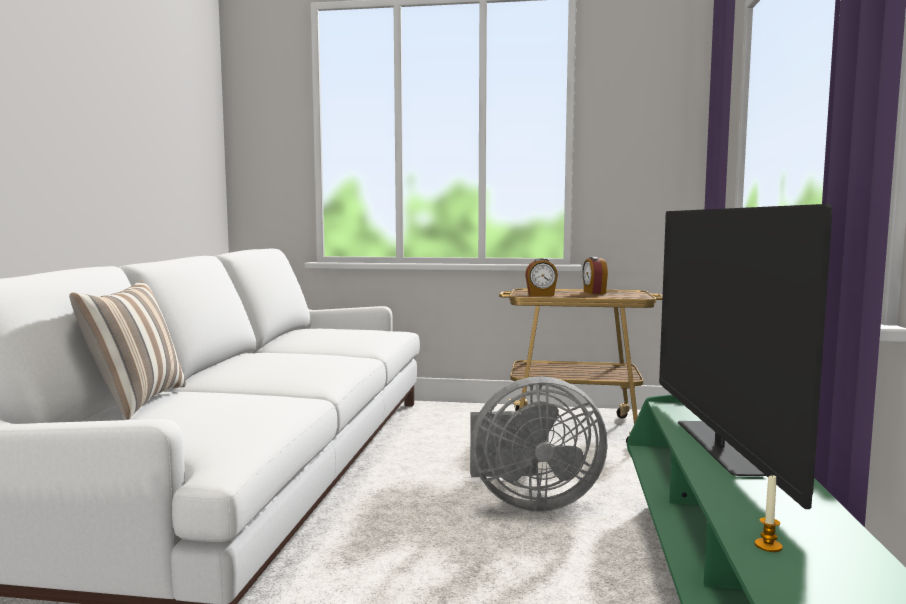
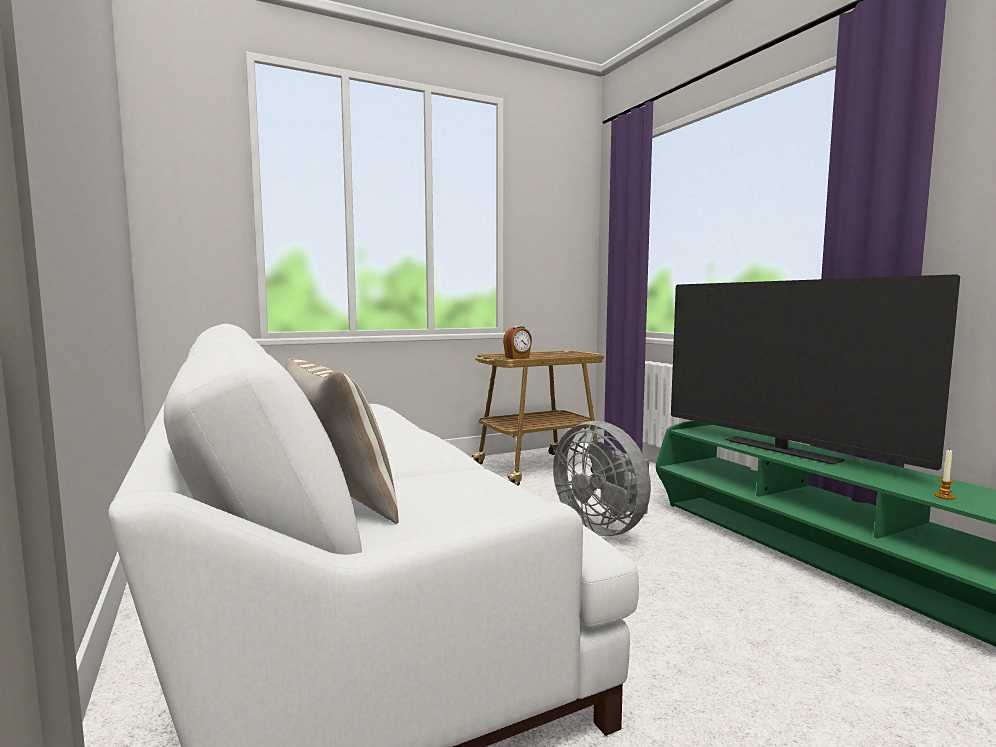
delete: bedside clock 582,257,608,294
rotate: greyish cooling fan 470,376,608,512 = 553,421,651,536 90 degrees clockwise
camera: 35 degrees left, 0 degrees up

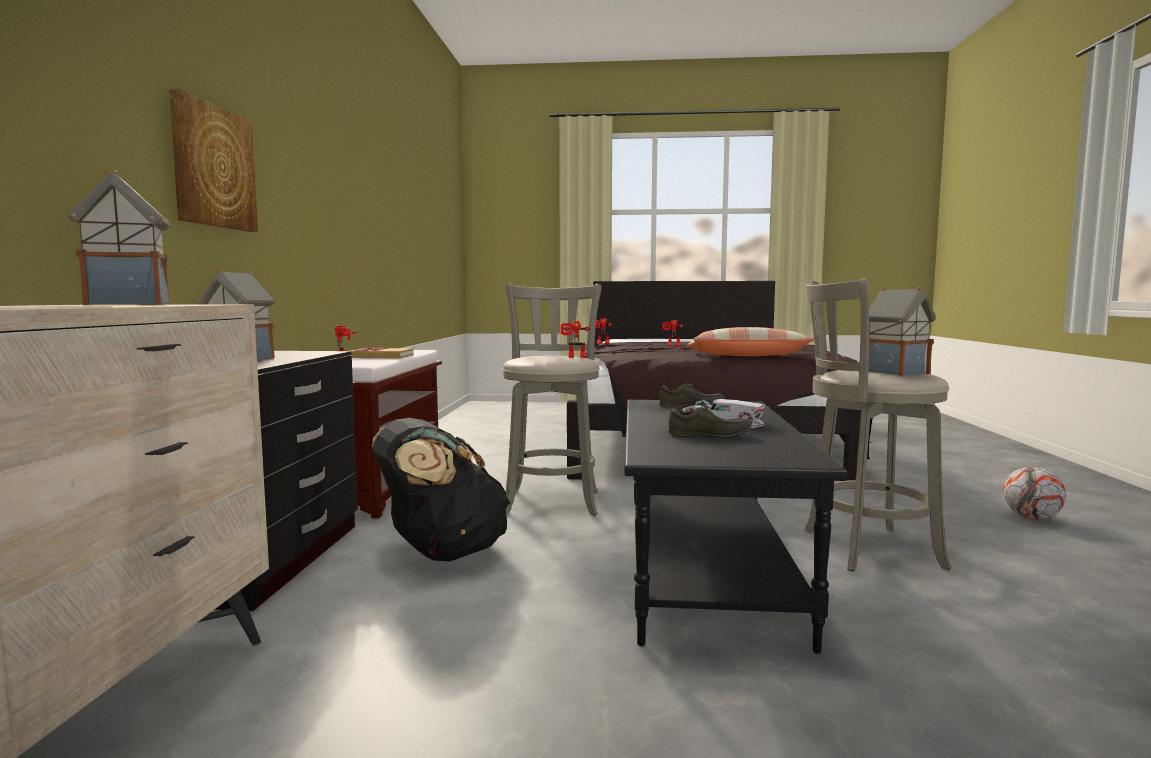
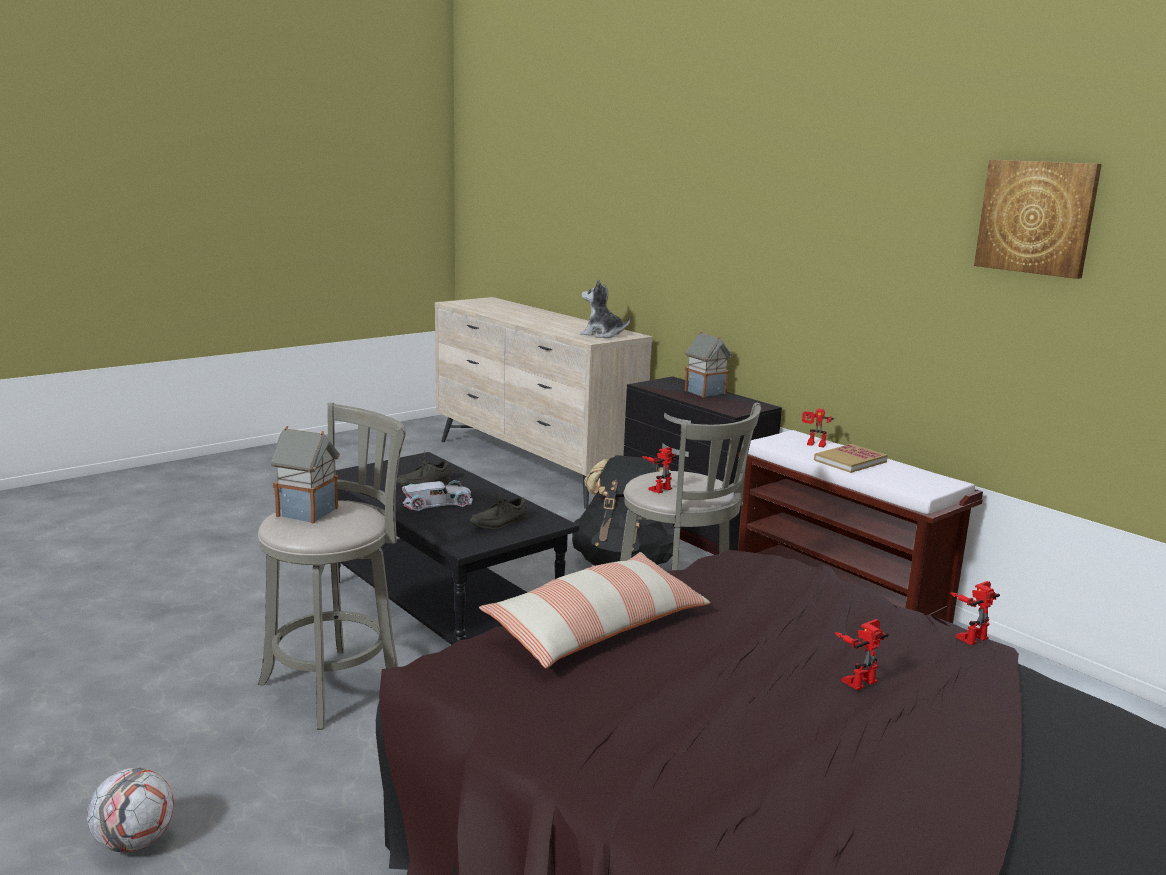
move: wall picture 169,89,258,232 to 974,160,1102,279
replace: miniature house 67,169,171,305 to cuddly toy 580,279,631,338
camera: 135 degrees right, 10 degrees up

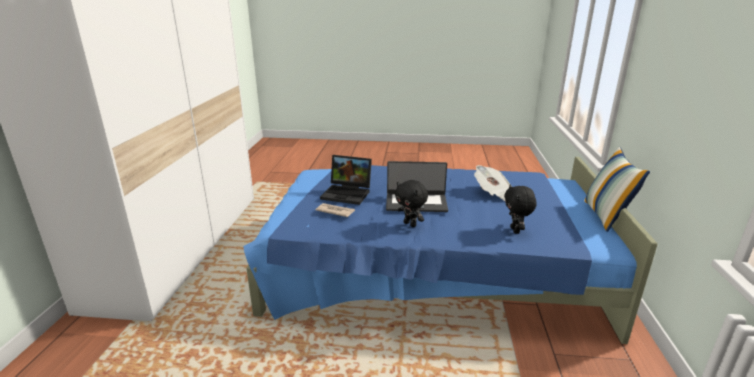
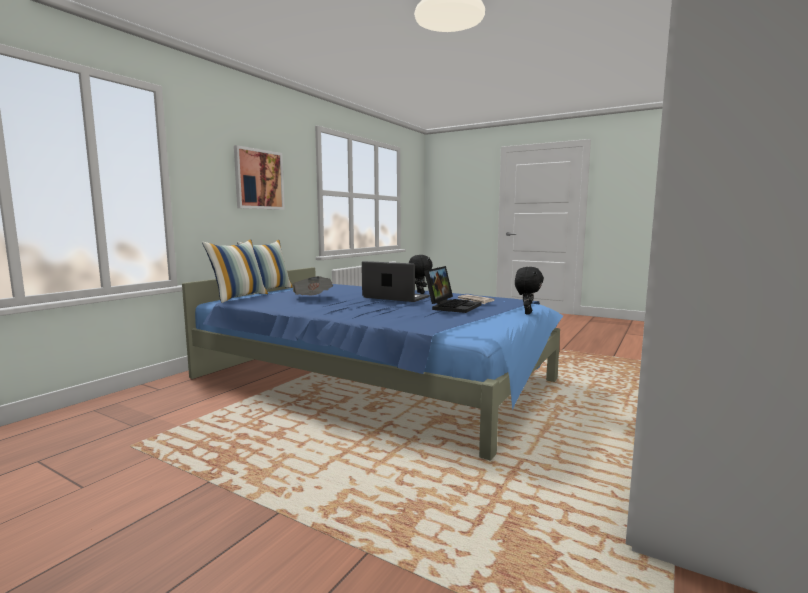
insert: cushion 202,239,268,303; wall picture 234,145,285,210
move: black-coloured cuddly toy 504,185,537,234 to 515,267,544,315
rotate: notebook computer 320,155,372,205 = 424,266,482,313 75 degrees clockwise
camera: 155 degrees left, 15 degrees down

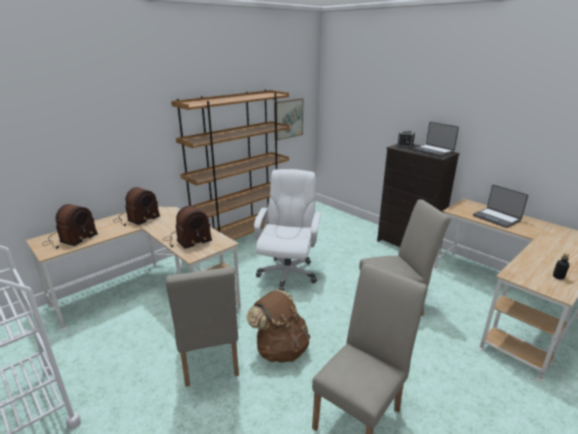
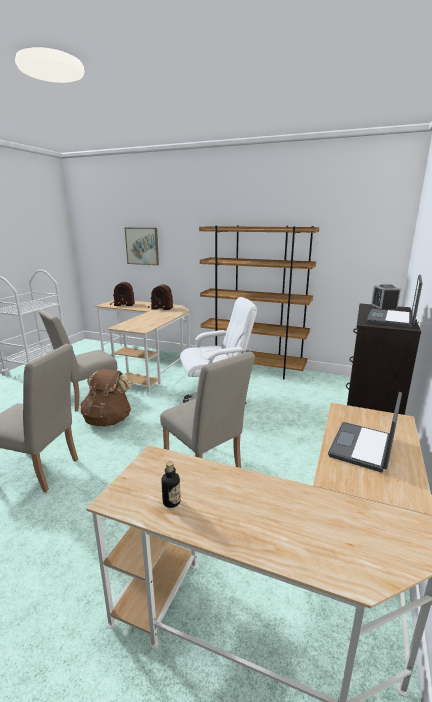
delete: radio set 163,205,212,249
move: wall picture 274,98,303,140 to 125,228,159,265
camera: 65 degrees right, 5 degrees down

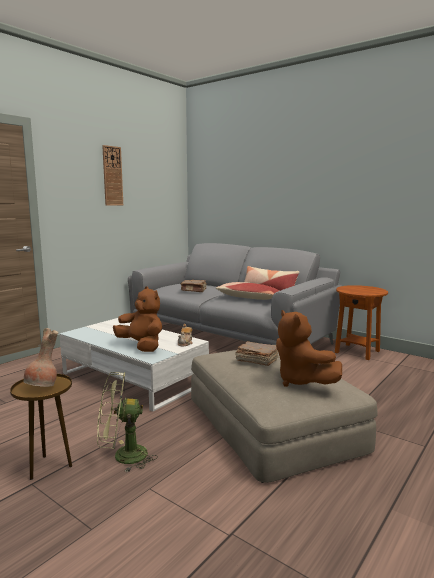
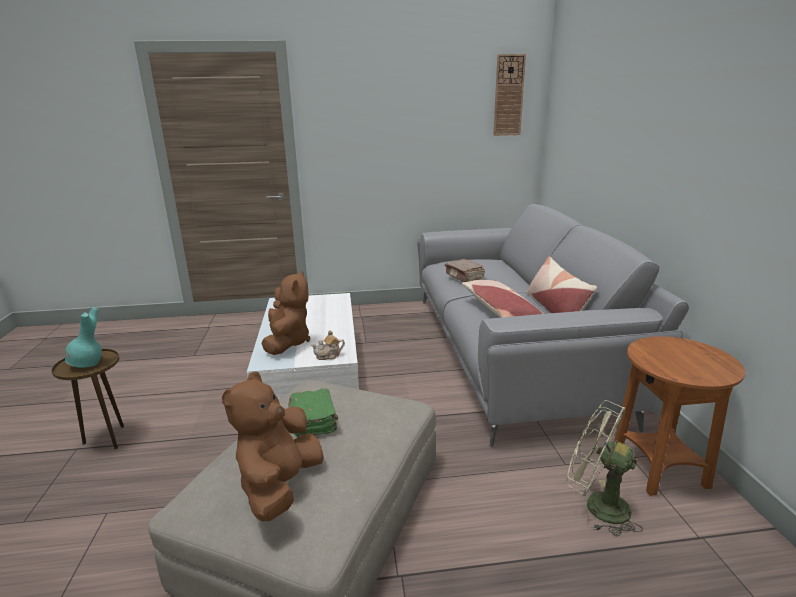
move: green cooling fan 97,372,158,473 to 567,400,643,536; clock on the wall 102,145,123,206 to 493,54,526,136
recolor: brown flower vase 23,328,58,387 to turquoise flower vase 65,307,102,367; brown bound book 236,341,278,366 to green bound book 288,388,338,438
camera: 45 degrees right, 10 degrees up

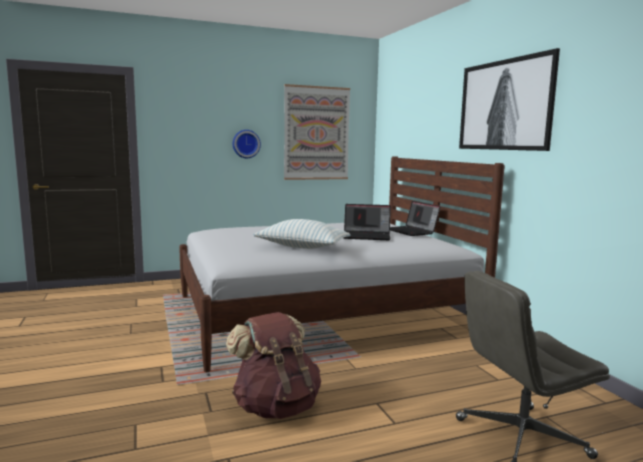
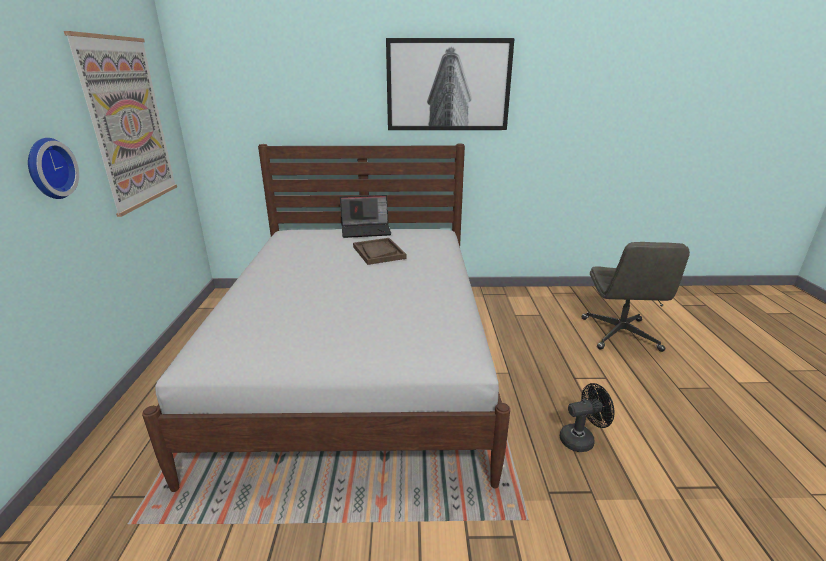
delete: cushion 253,219,351,249
replace: brown backpack 226,312,321,419 to black-coloured cooling fan 560,383,614,452; notebook computer 343,204,391,240 to brown serving tray 353,238,406,265
camera: 70 degrees left, 15 degrees up

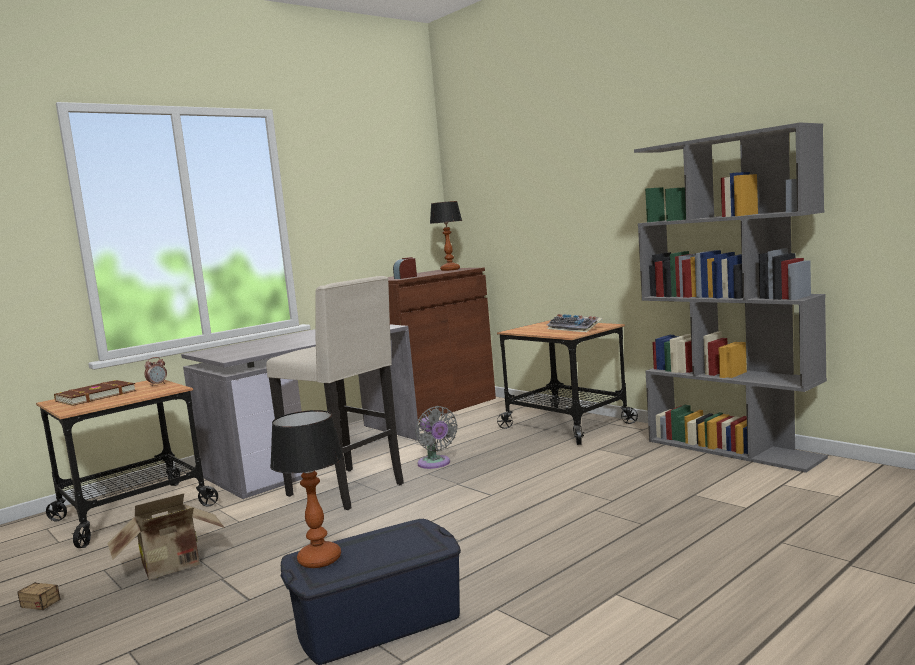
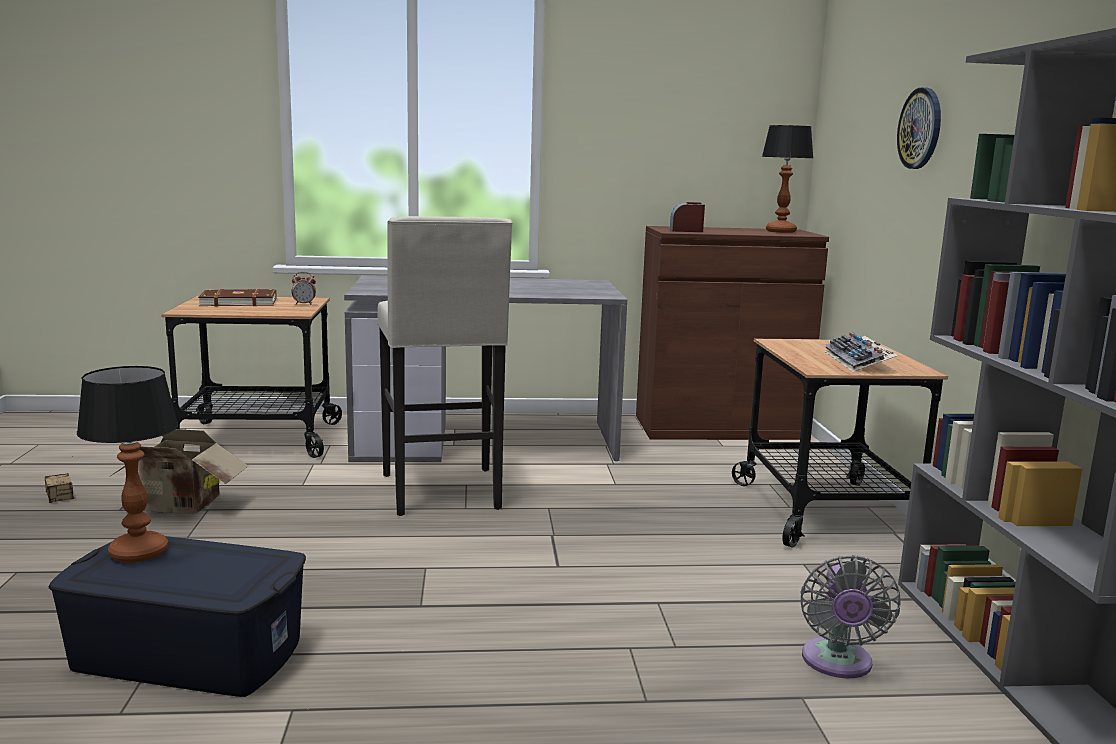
insert: clock on the wall 897,87,941,169
move: greyish cooling fan 415,406,457,469 to 800,555,901,678
camera: 35 degrees right, 5 degrees up

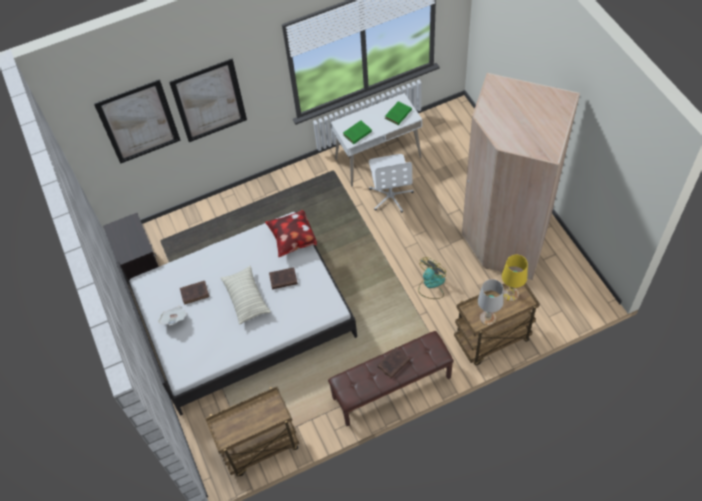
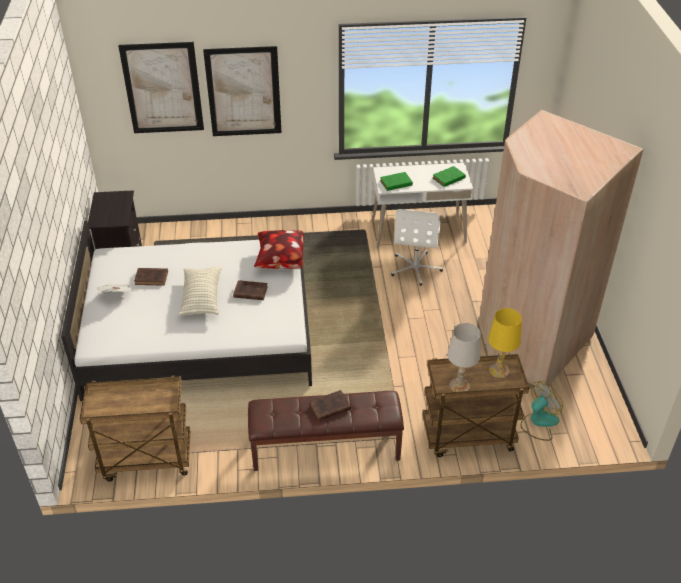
move: cooling fan 418,257,446,299 to 520,381,563,441
camera: 15 degrees right, 15 degrees down

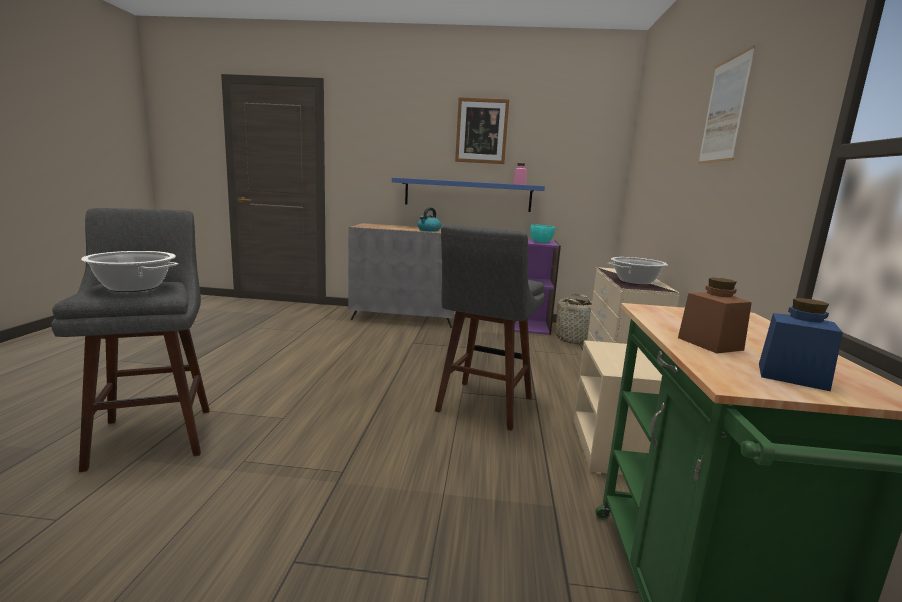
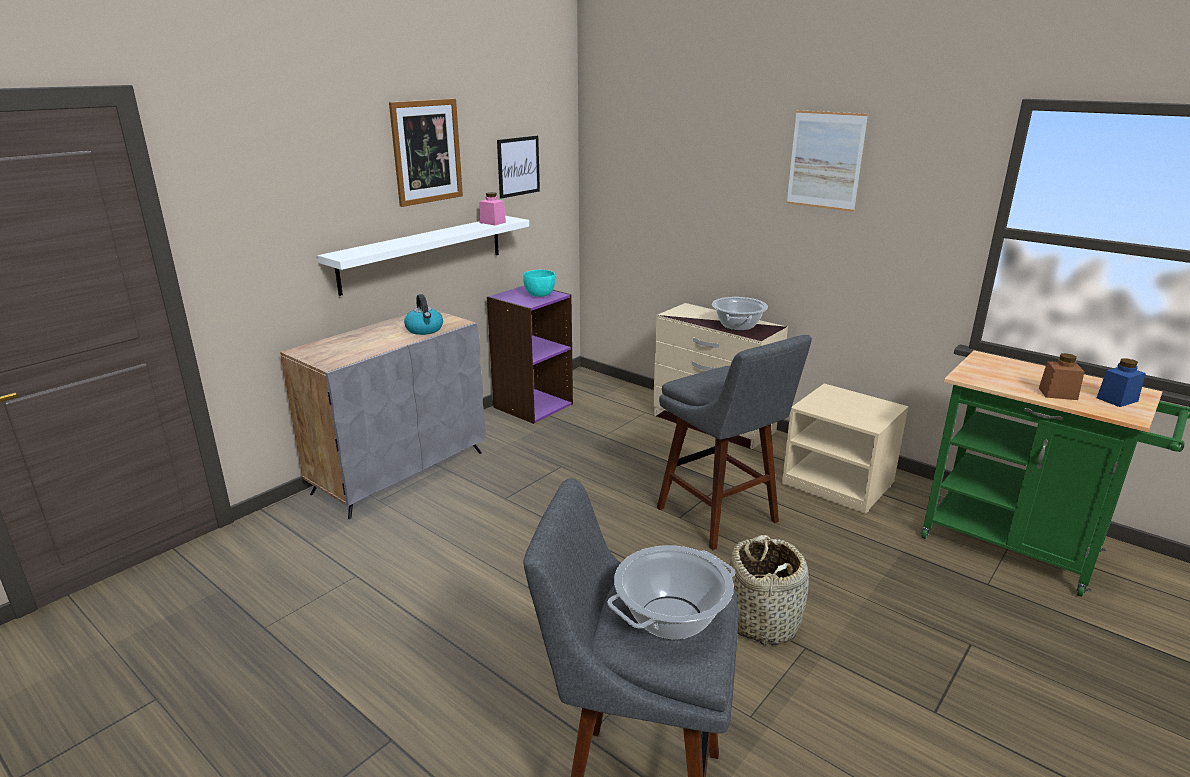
insert: wall picture 497,136,540,198
move: household basket 555,293,592,344 to 728,535,809,646
recolor: blue-coloured wall shelf 392,178,545,212 to whitish wall shelf 317,216,529,296
camera: 55 degrees left, 10 degrees up

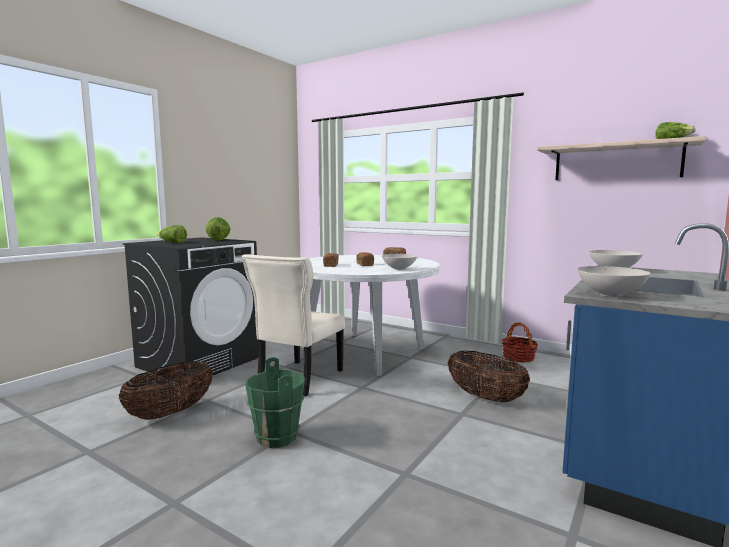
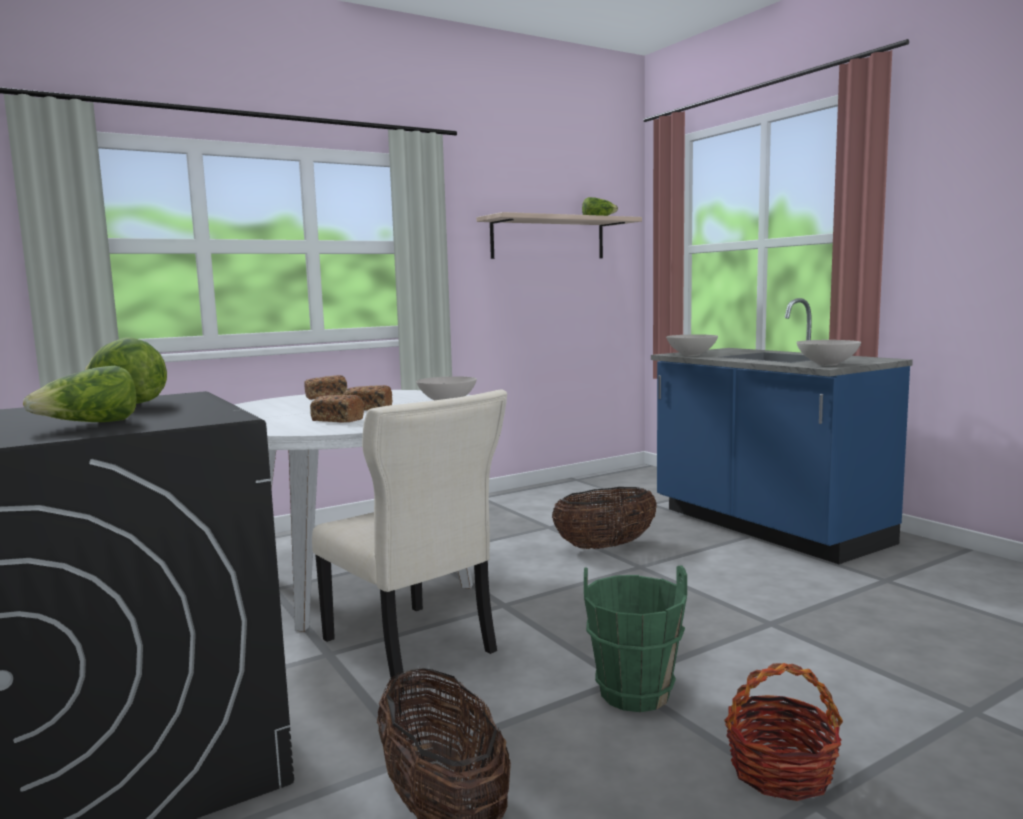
move: household basket 502,322,538,363 to 724,663,843,801
camera: 65 degrees left, 0 degrees up

